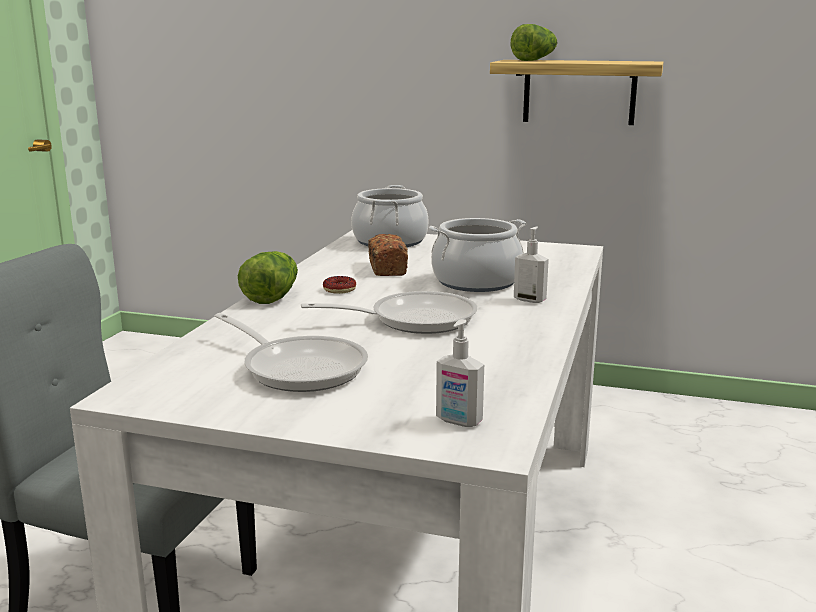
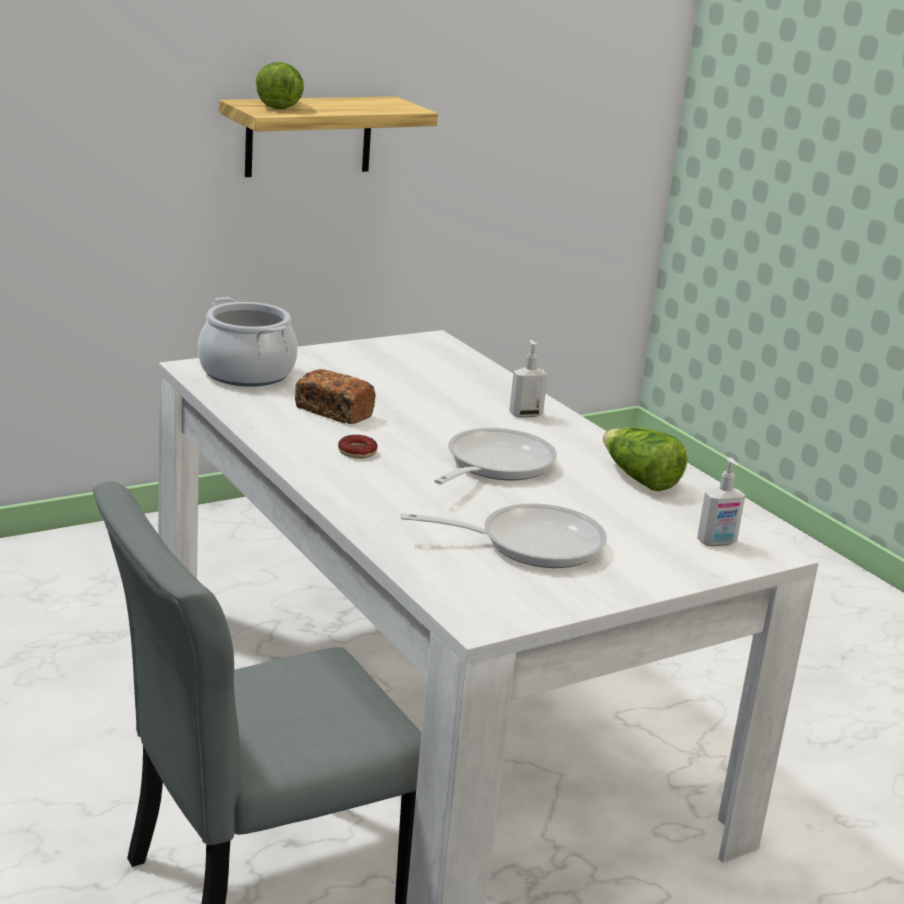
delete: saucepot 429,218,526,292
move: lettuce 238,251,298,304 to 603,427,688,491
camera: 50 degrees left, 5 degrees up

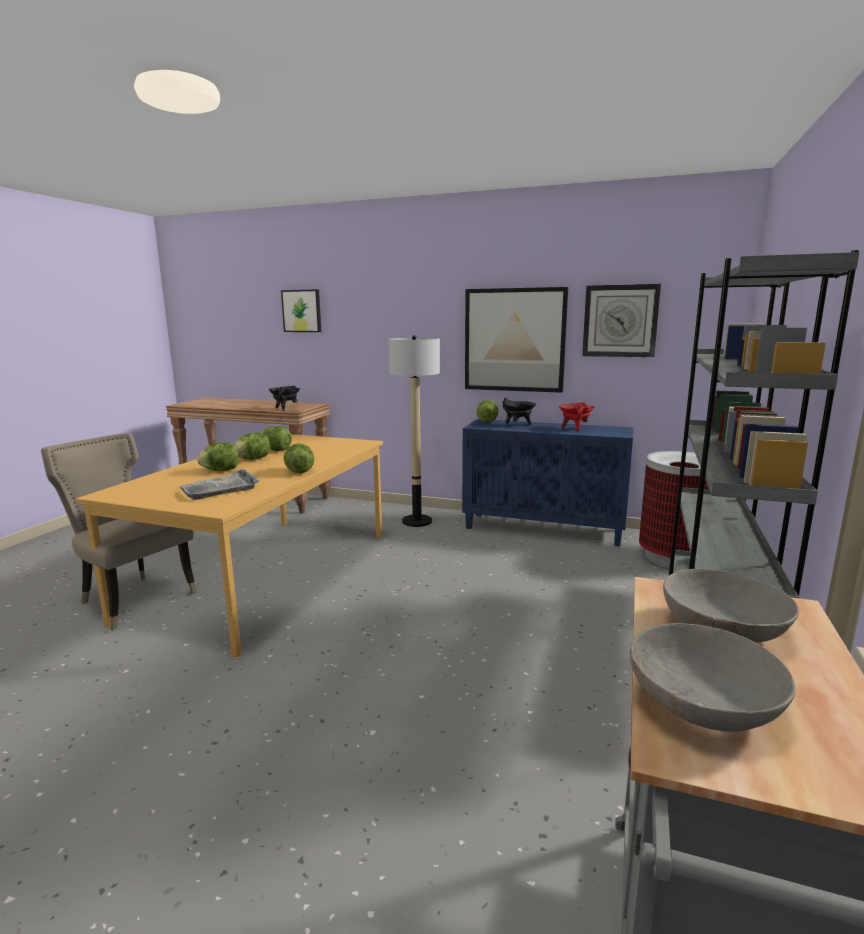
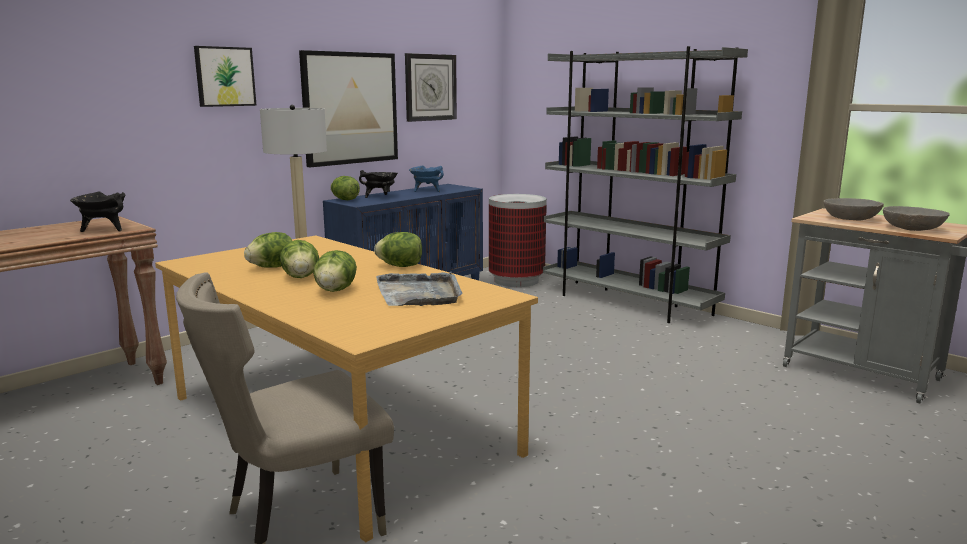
move: wall picture 281,289,321,332 to 194,46,257,107
recolor: red-coloured saucepot 559,402,595,432 to blue-coloured saucepot 409,165,444,192
camera: 65 degrees left, 0 degrees up

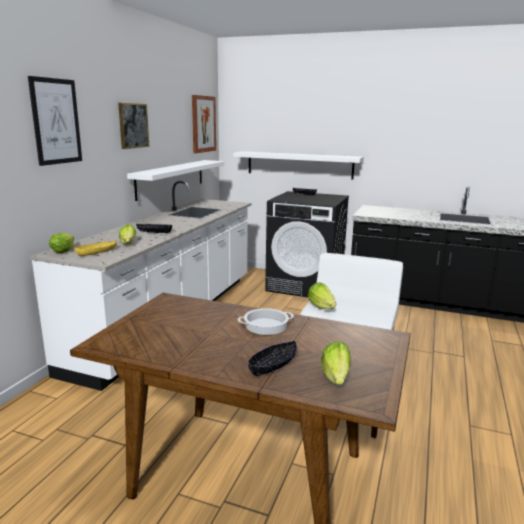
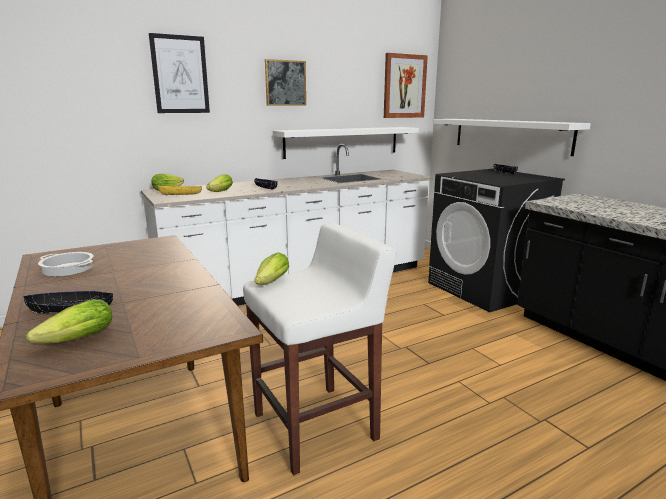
move: saucepot 238,308,294,335 to 38,252,93,276
camera: 40 degrees right, 0 degrees up

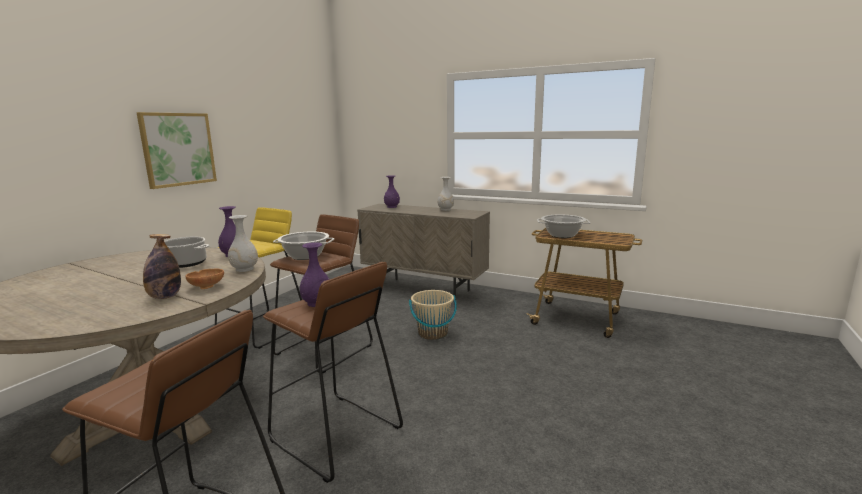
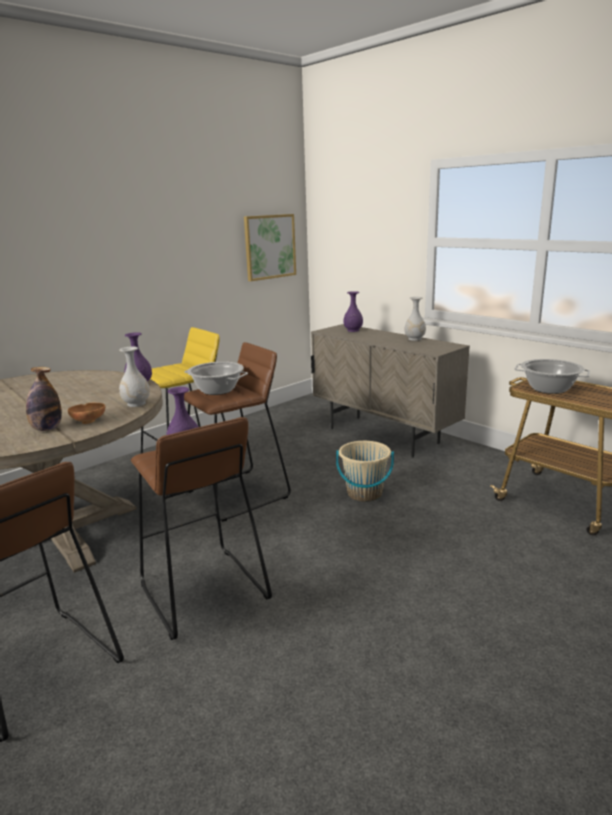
delete: saucepot 164,237,210,268
move: wall picture 137,112,217,189 to 244,214,296,281
camera: 20 degrees right, 5 degrees up

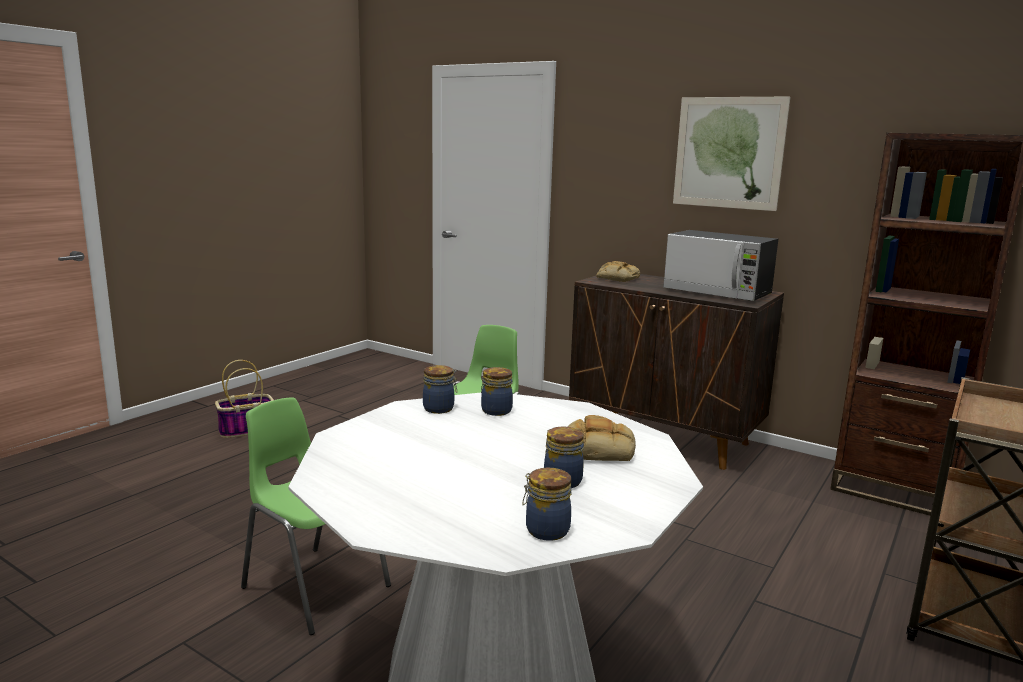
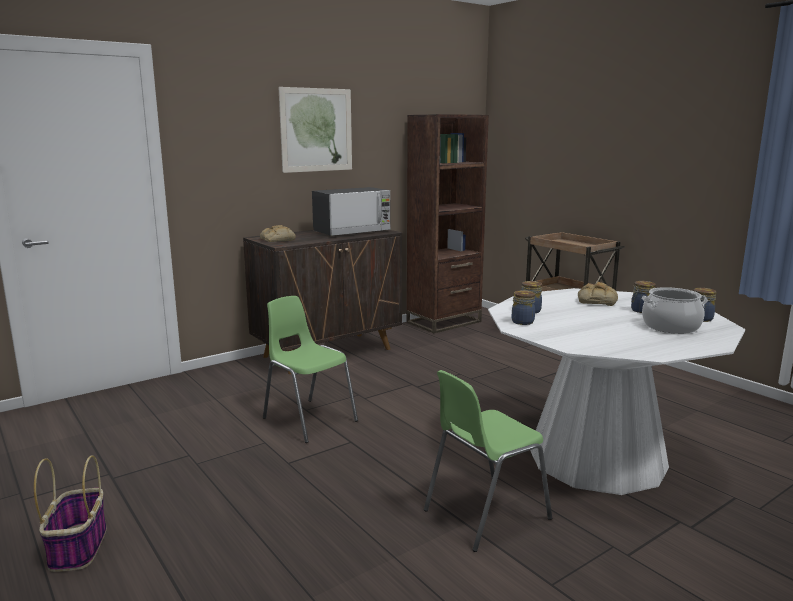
insert: saucepot 641,287,708,334
camera: 70 degrees left, 0 degrees up

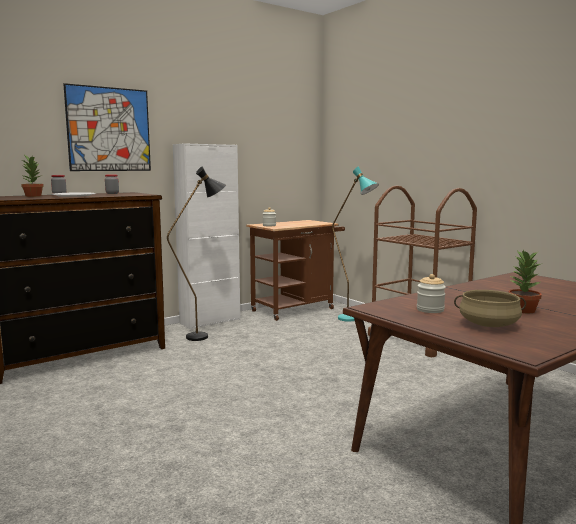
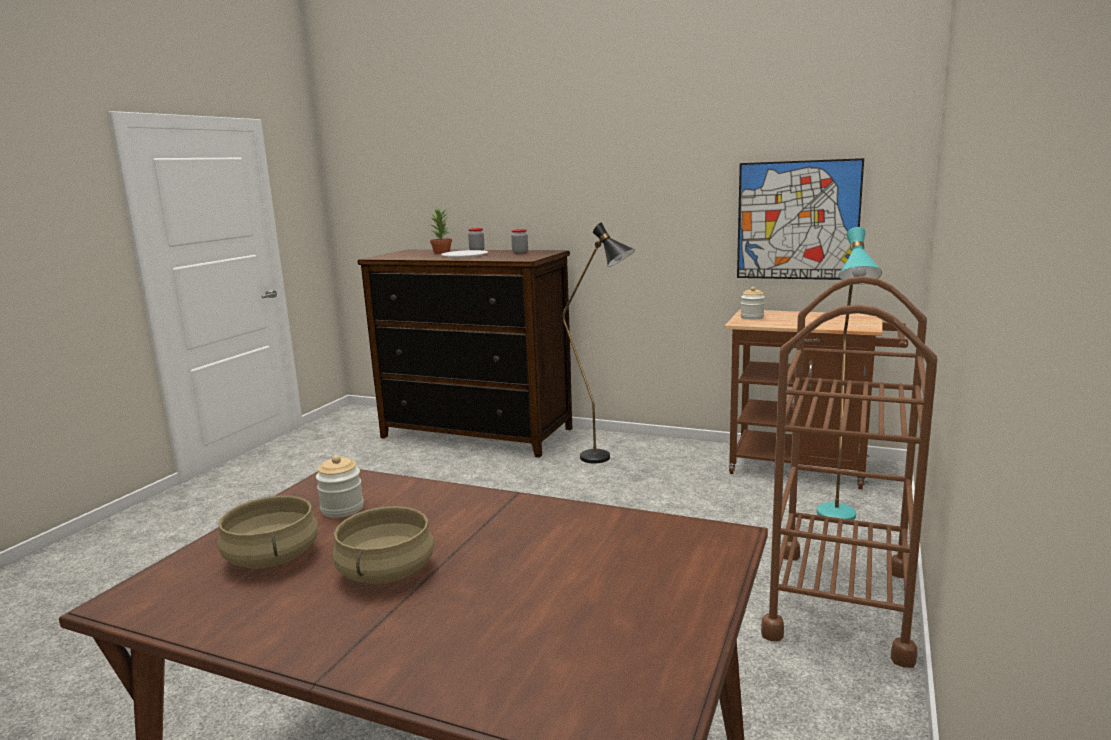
delete: whitish storage cabinet 173,143,240,330
move: wall picture 63,83,151,171 to 737,158,864,280
replace: houseplant 508,250,543,313 to beige-coloured saucepot 332,506,434,584
camera: 60 degrees right, 5 degrees up

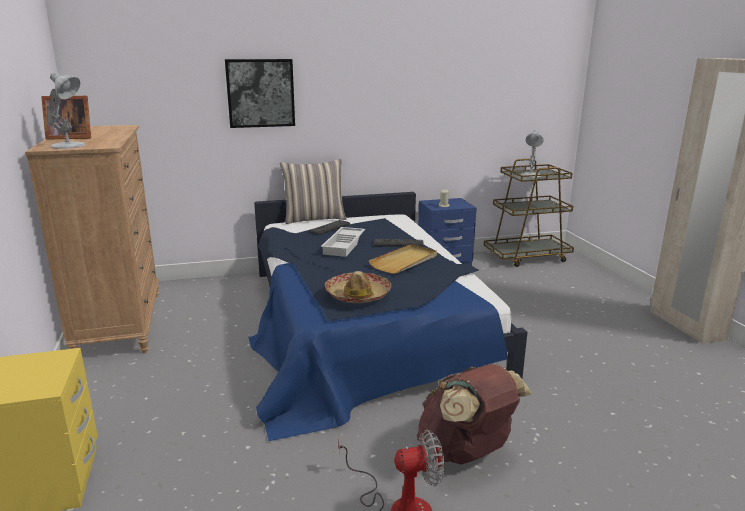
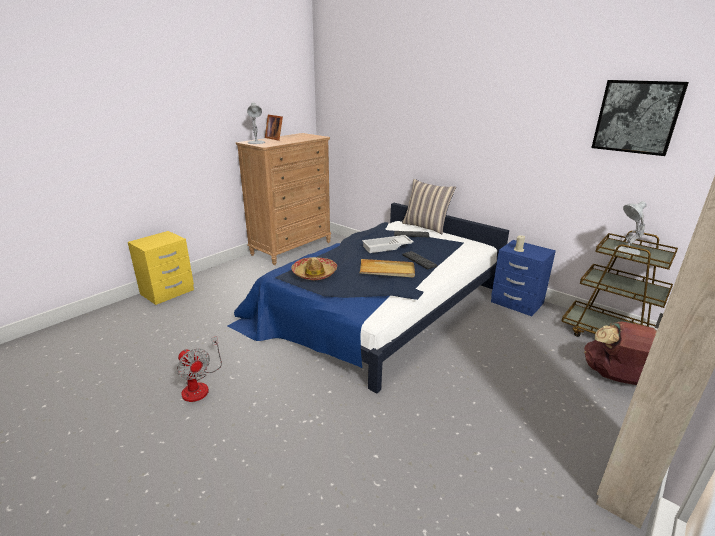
move: wall picture 225,59,295,128 to 591,80,689,156; brown backpack 417,364,532,465 to 584,321,657,385
camera: 55 degrees right, 5 degrees up

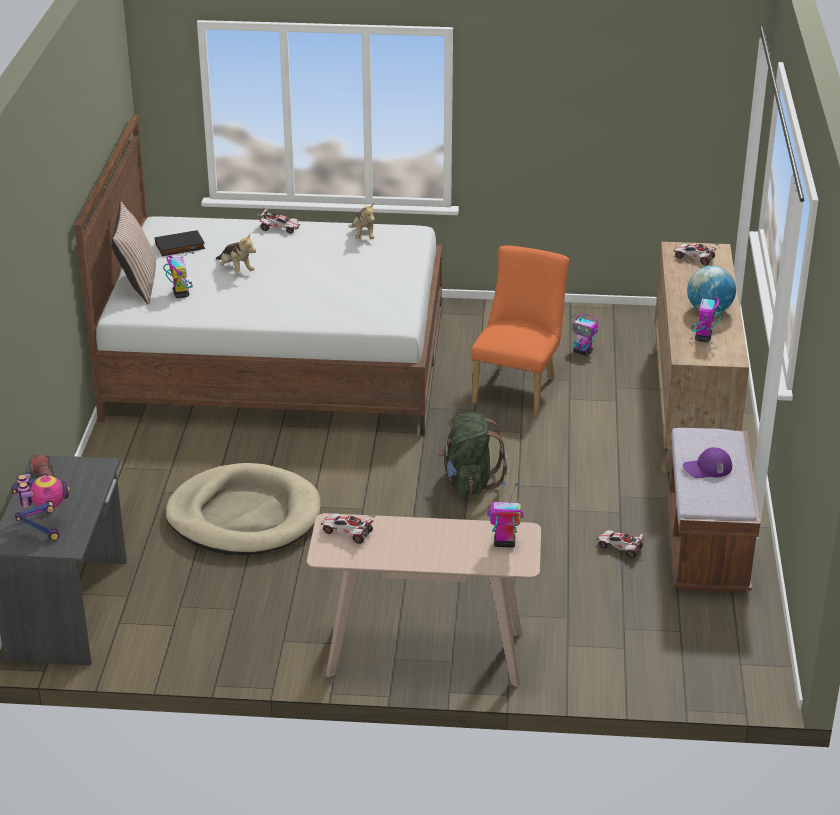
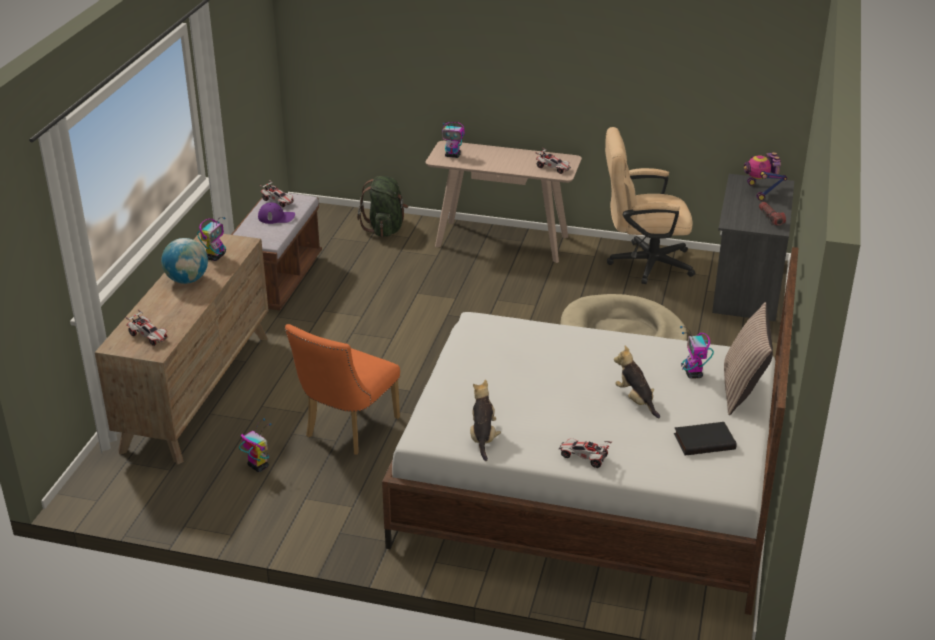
insert: beige-coloured computer chair 605,127,695,284
move: green backpack 438,412,508,495 to 357,176,408,237; miniature car 596,530,647,559 to 260,180,294,207
camera: 170 degrees left, 0 degrees up

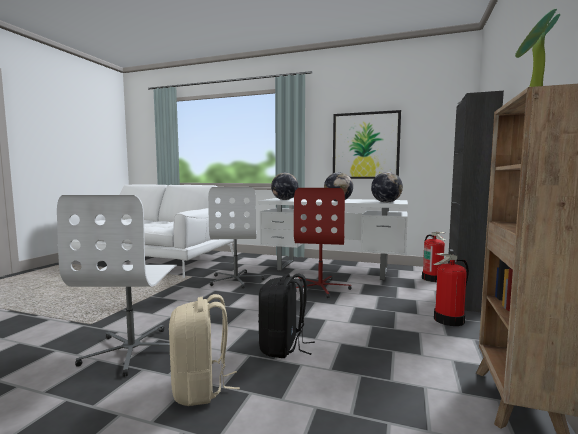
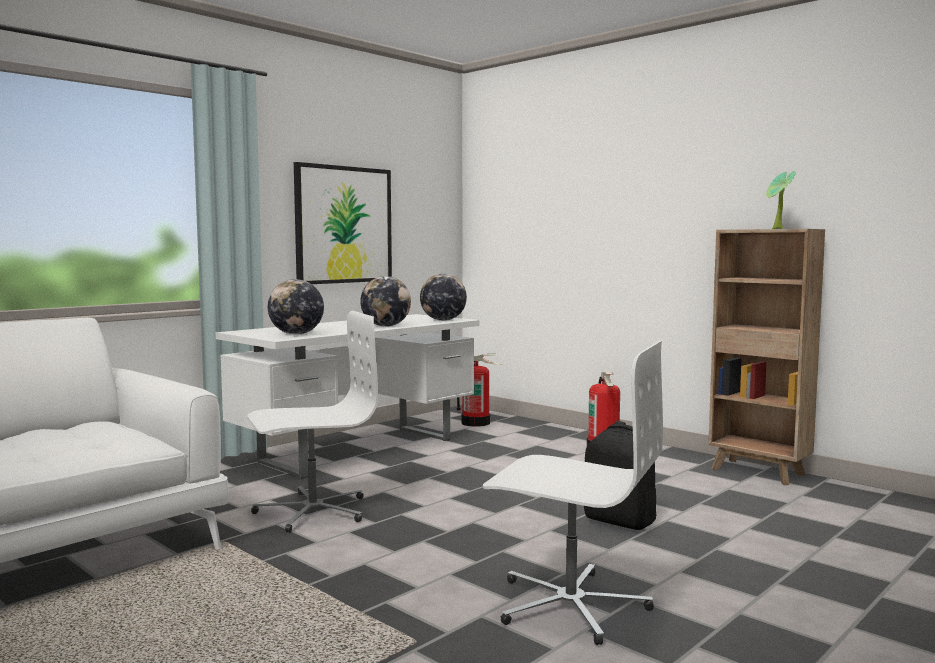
delete: beige-coloured backpack 169,294,240,406; red-coloured computer chair 294,188,352,298; black-coloured storage cabinet 448,91,504,312
rotate: whitish computer chair 208,187,265,289 = 247,311,378,533 45 degrees counterclockwise
camera: 65 degrees left, 0 degrees up

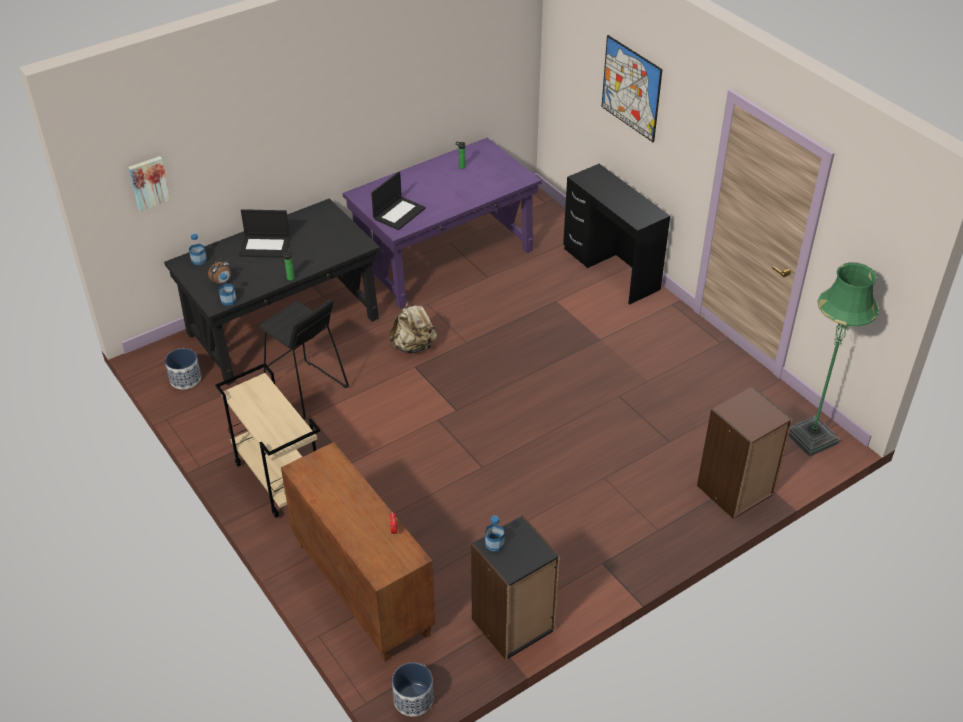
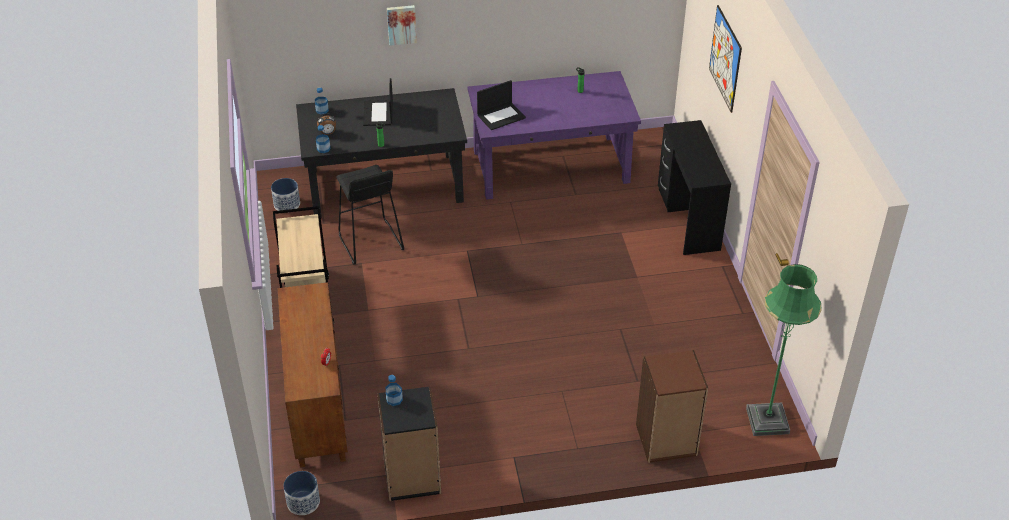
delete: beige-coloured backpack 389,300,437,353
move: wall picture 128,156,171,211 to 387,5,417,46
rotate: notebook computer 239,209,290,258 = 363,78,393,126 60 degrees clockwise
camera: 25 degrees right, 0 degrees up

